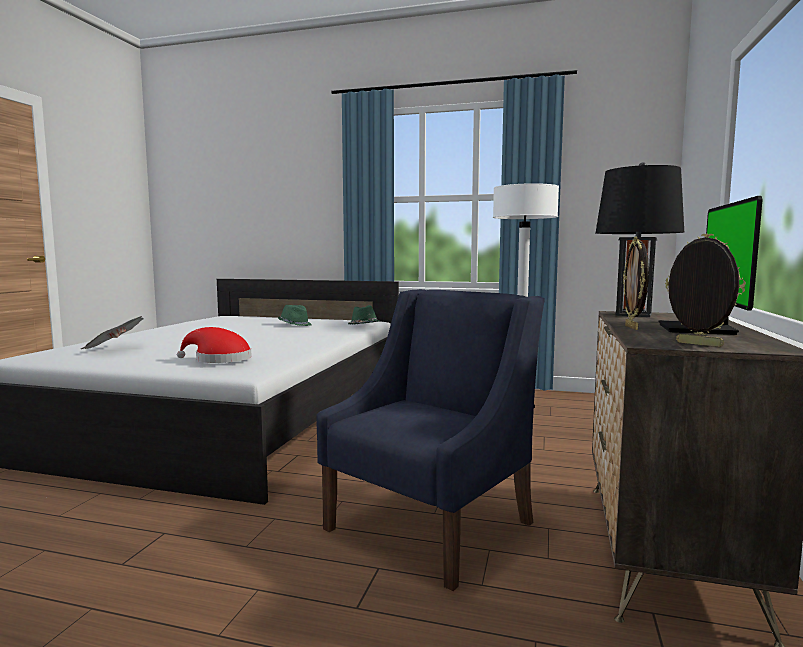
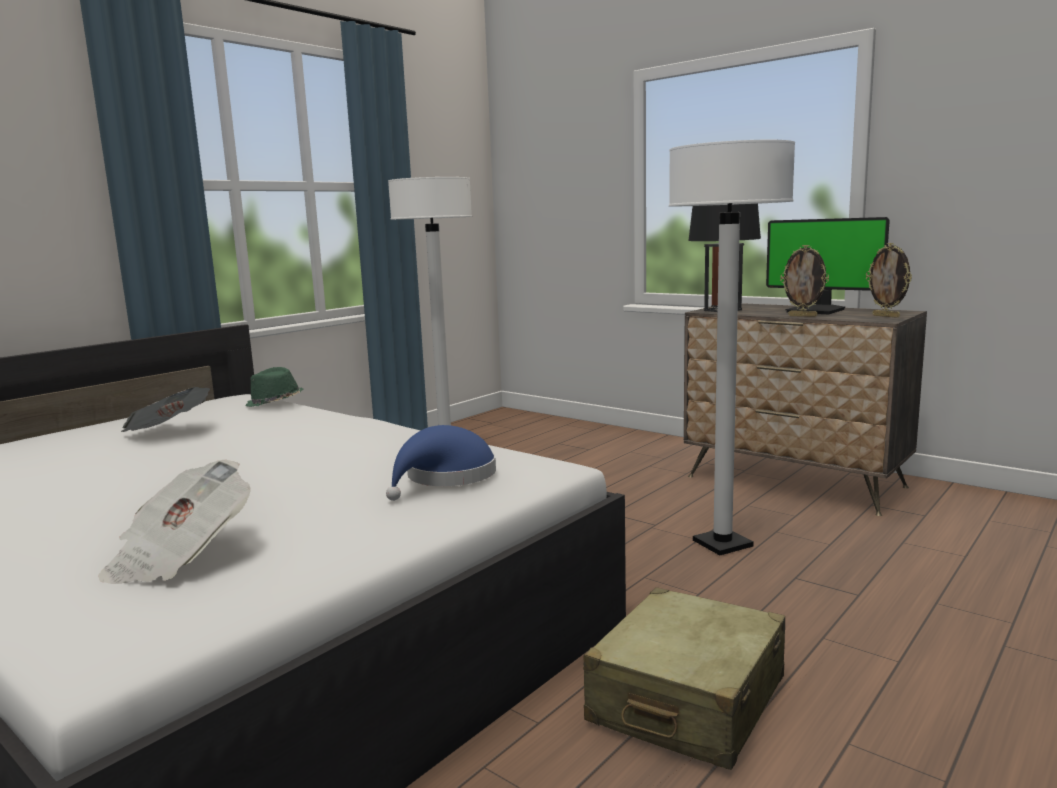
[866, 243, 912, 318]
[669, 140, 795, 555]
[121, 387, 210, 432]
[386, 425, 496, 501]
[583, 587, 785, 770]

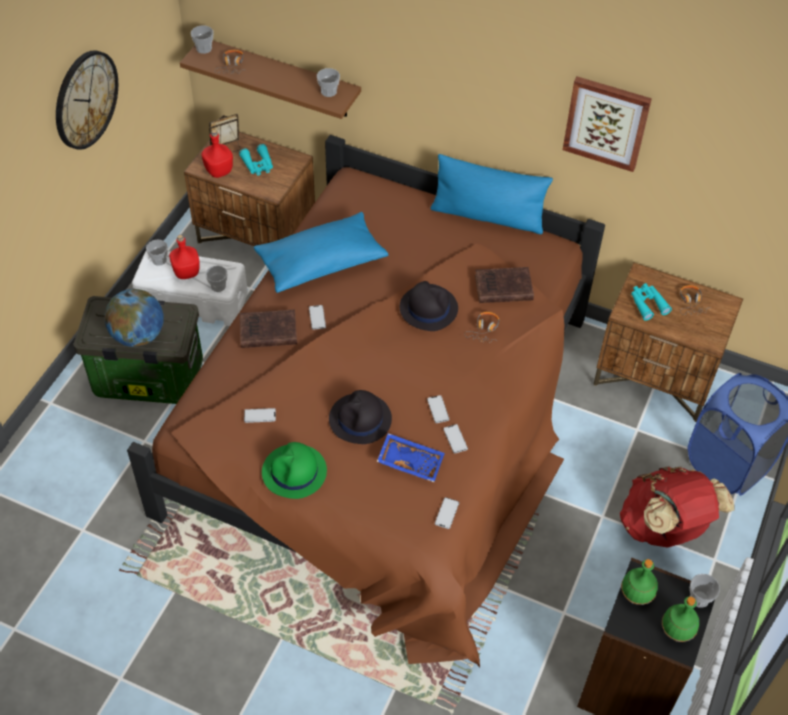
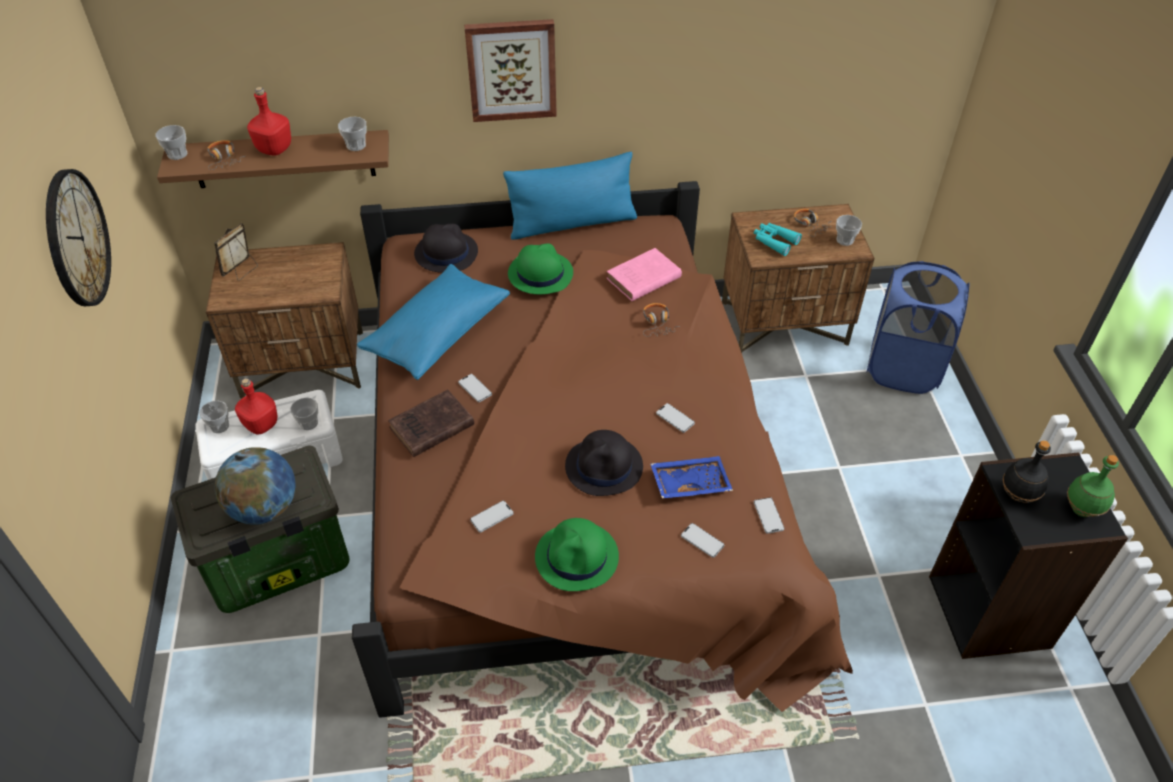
[464, 19, 557, 122]
[247, 87, 291, 155]
[239, 144, 273, 175] (first image)
[607, 248, 682, 301]
[414, 224, 478, 273]
[681, 523, 724, 558]
[620, 467, 734, 548] (first image)
[1003, 440, 1051, 503]
[836, 215, 862, 246]
[508, 244, 573, 295]

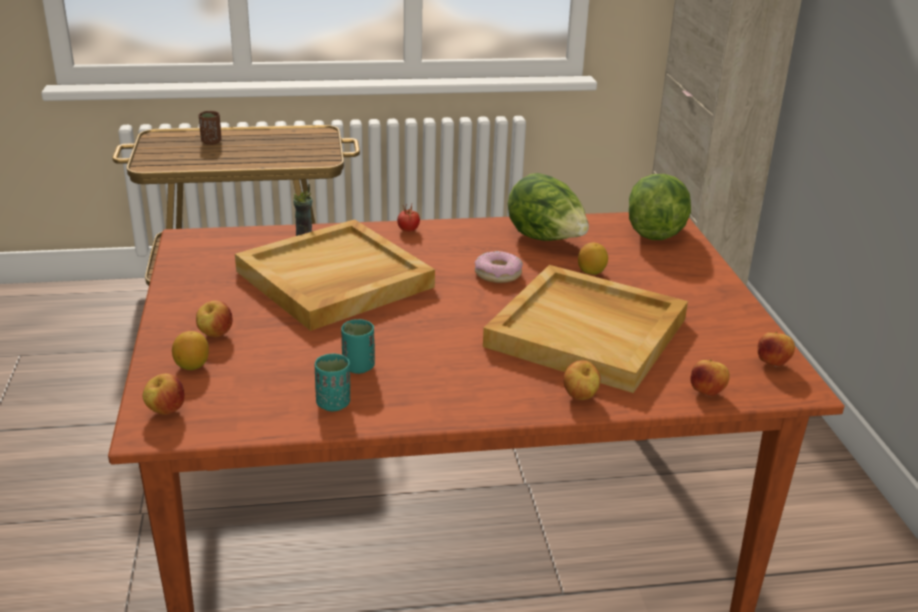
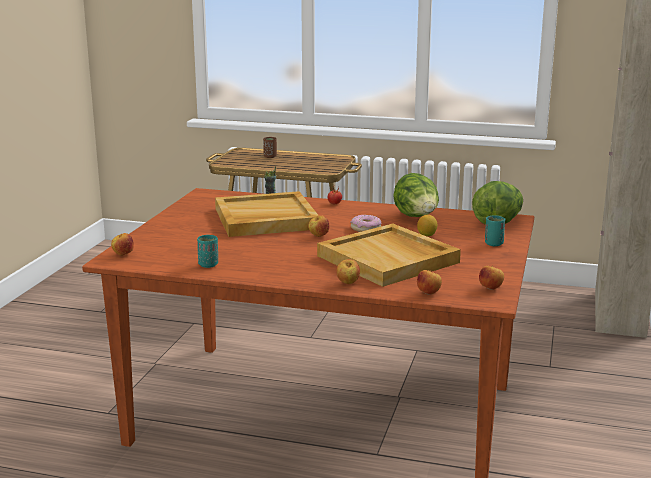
[308, 215, 329, 237]
[485, 216, 505, 246]
[172, 331, 209, 370] (first image)

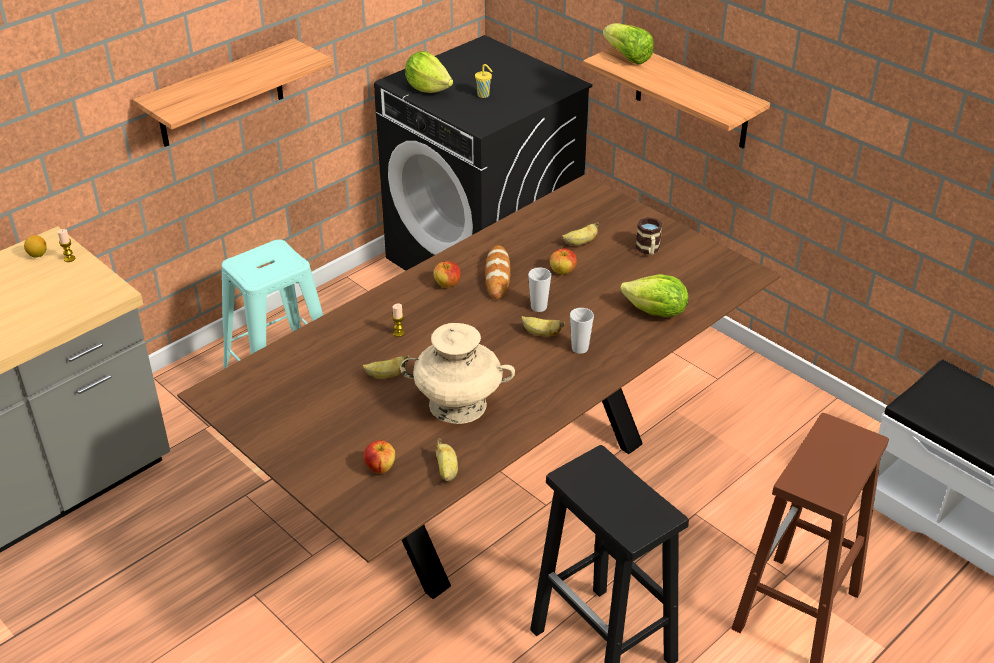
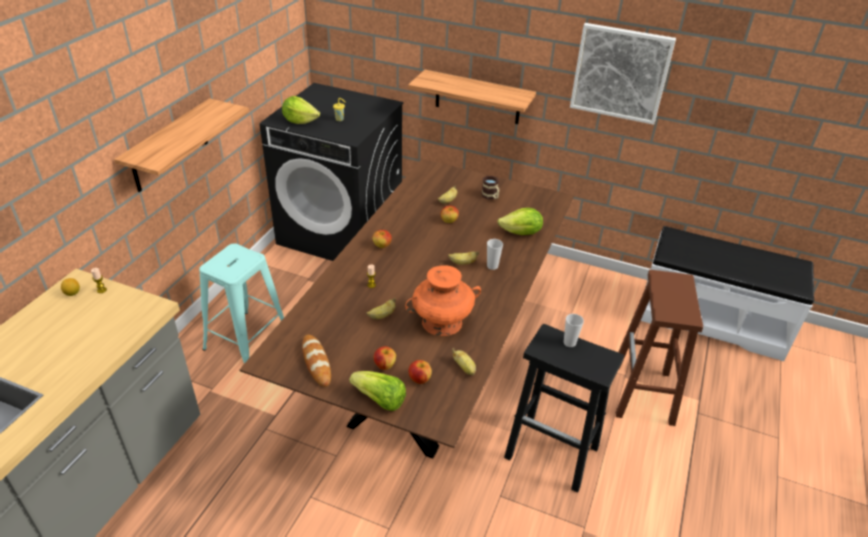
[349, 371, 406, 411]
[302, 335, 331, 387]
[564, 314, 584, 347]
[405, 265, 481, 336]
[570, 23, 676, 125]
[374, 346, 396, 370]

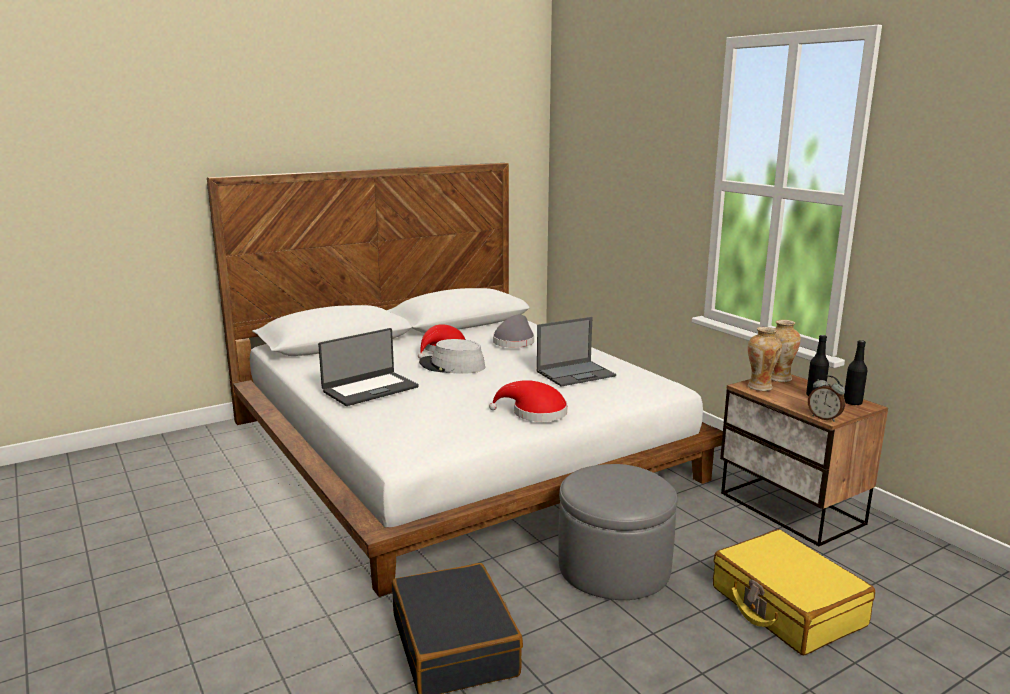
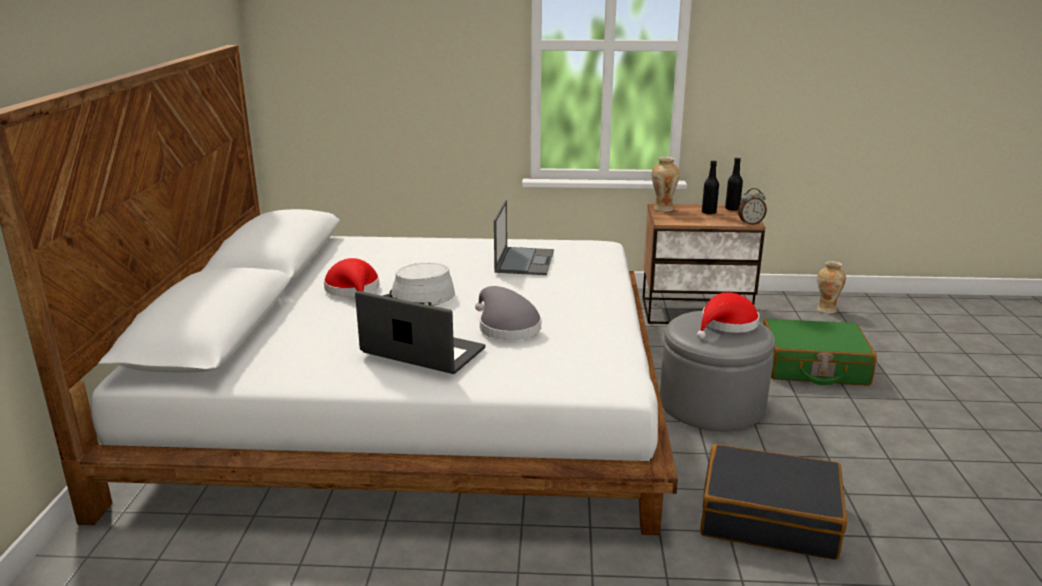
[475, 286, 541, 340]
[817, 261, 846, 314]
[355, 291, 485, 374]
[697, 292, 759, 339]
[763, 318, 877, 386]

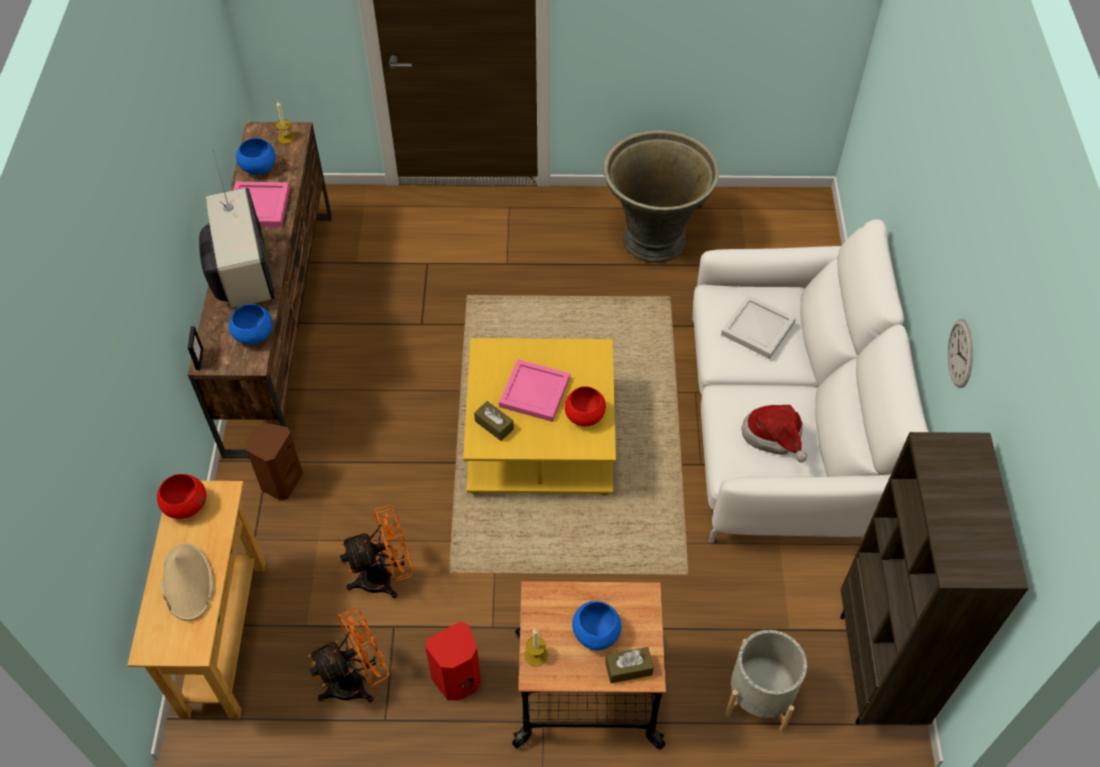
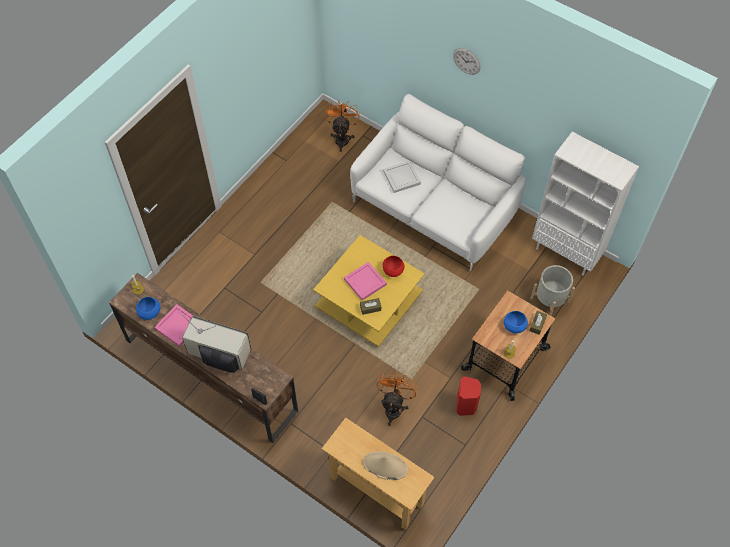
[603, 130, 719, 263] (first image)
[229, 304, 273, 345] (first image)
[453, 48, 481, 75]
[741, 405, 807, 462] (first image)
[246, 423, 303, 501] (first image)
[532, 132, 639, 276]
[157, 474, 206, 519] (first image)
[325, 100, 360, 152]

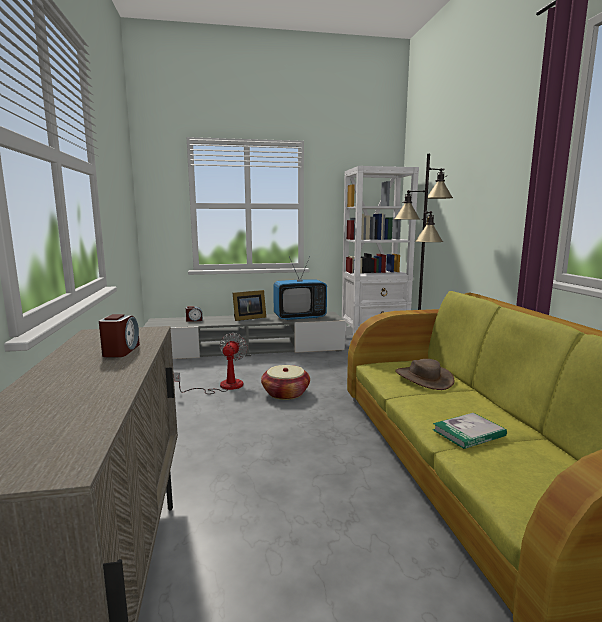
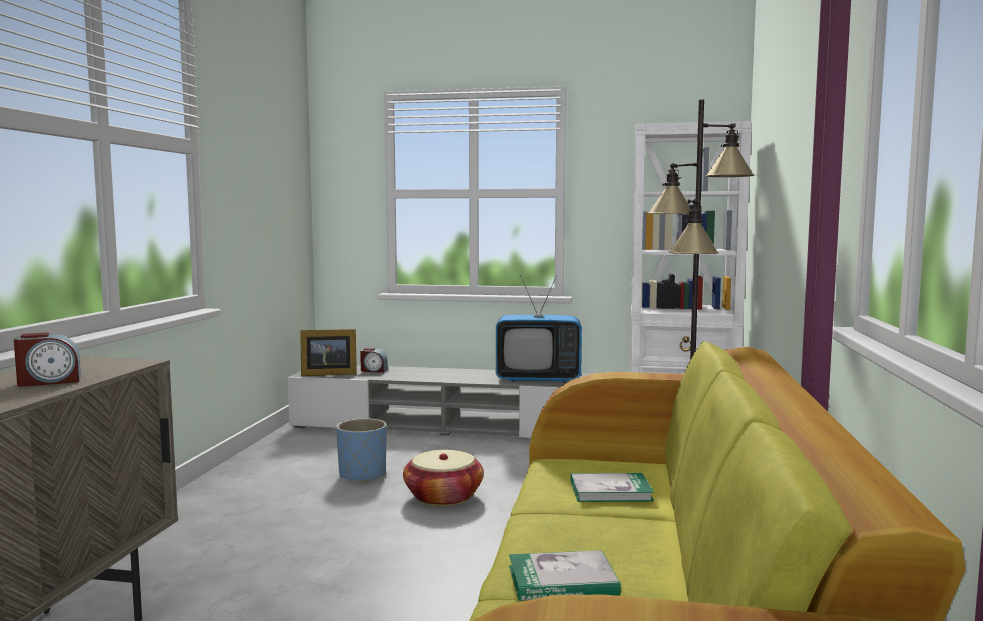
[300, 329, 357, 376]
[14, 332, 81, 387]
[336, 418, 387, 483]
[571, 473, 654, 502]

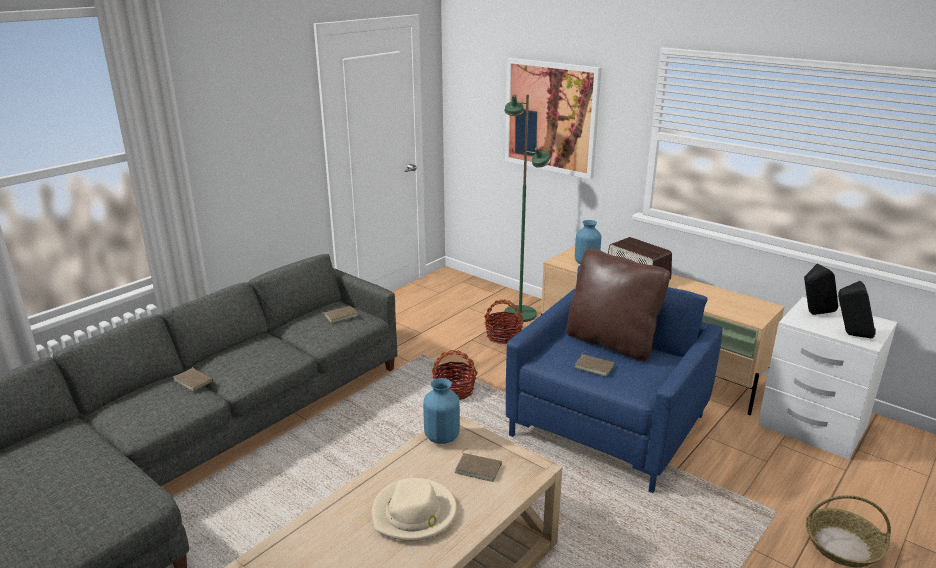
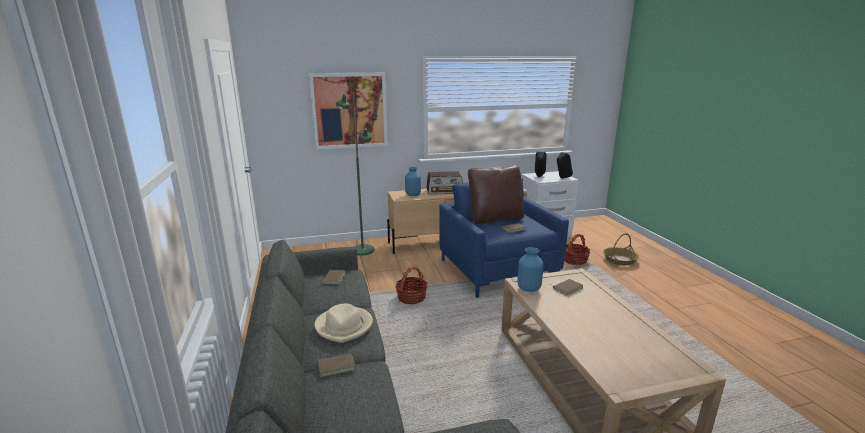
[564, 234, 590, 265]
[315, 304, 373, 343]

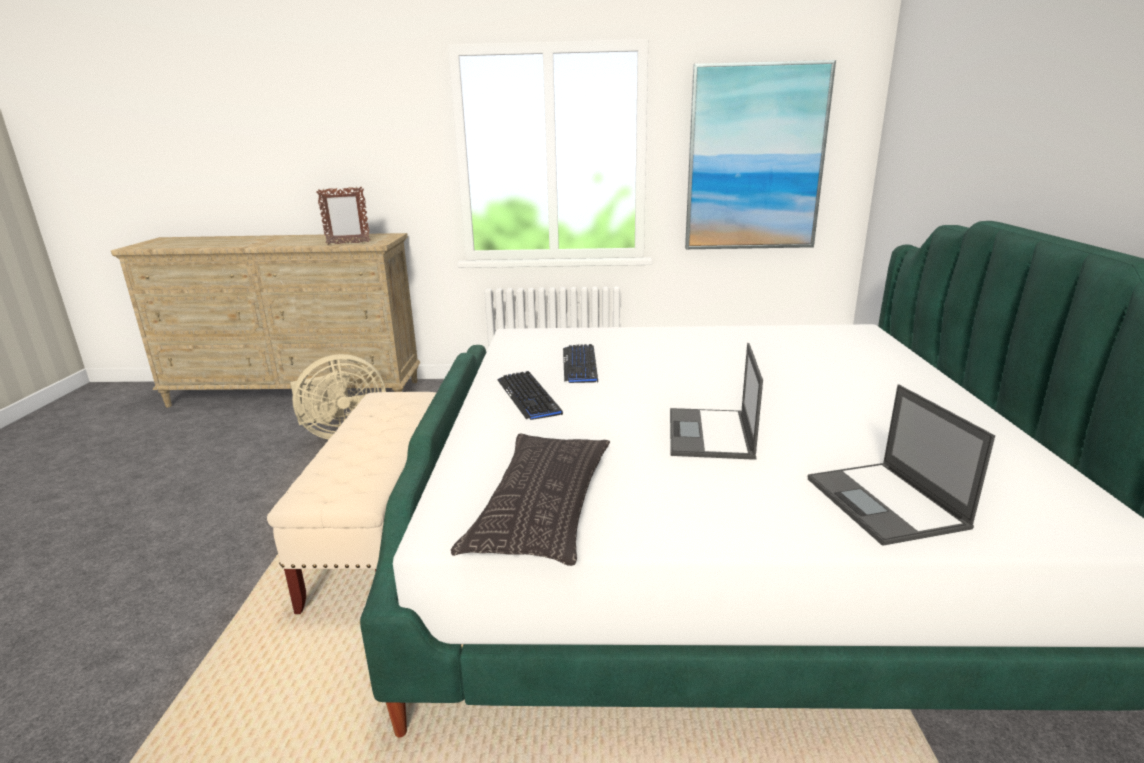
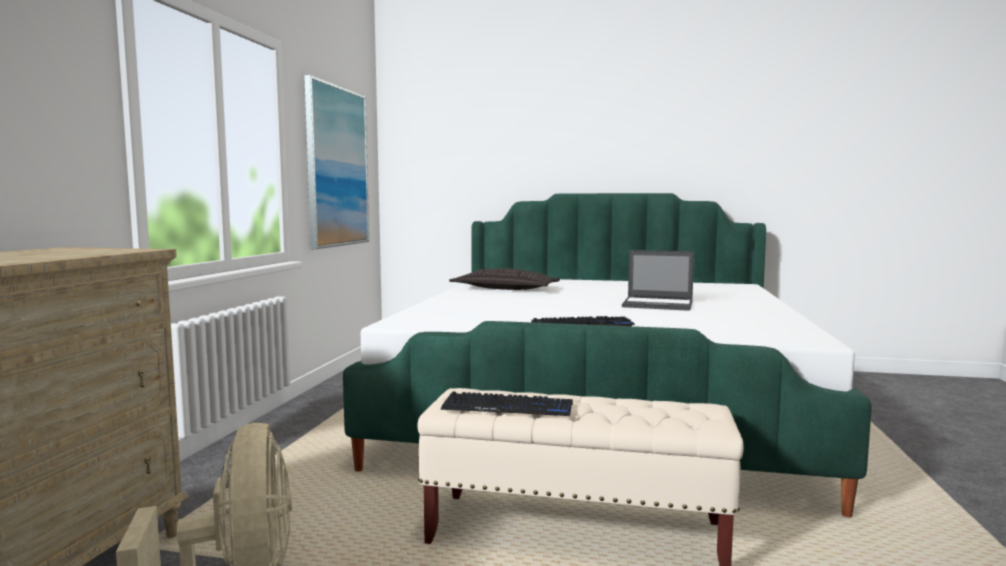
[316, 186, 371, 245] (first image)
[441, 392, 573, 416]
[808, 384, 995, 546] (first image)
[449, 268, 560, 290]

